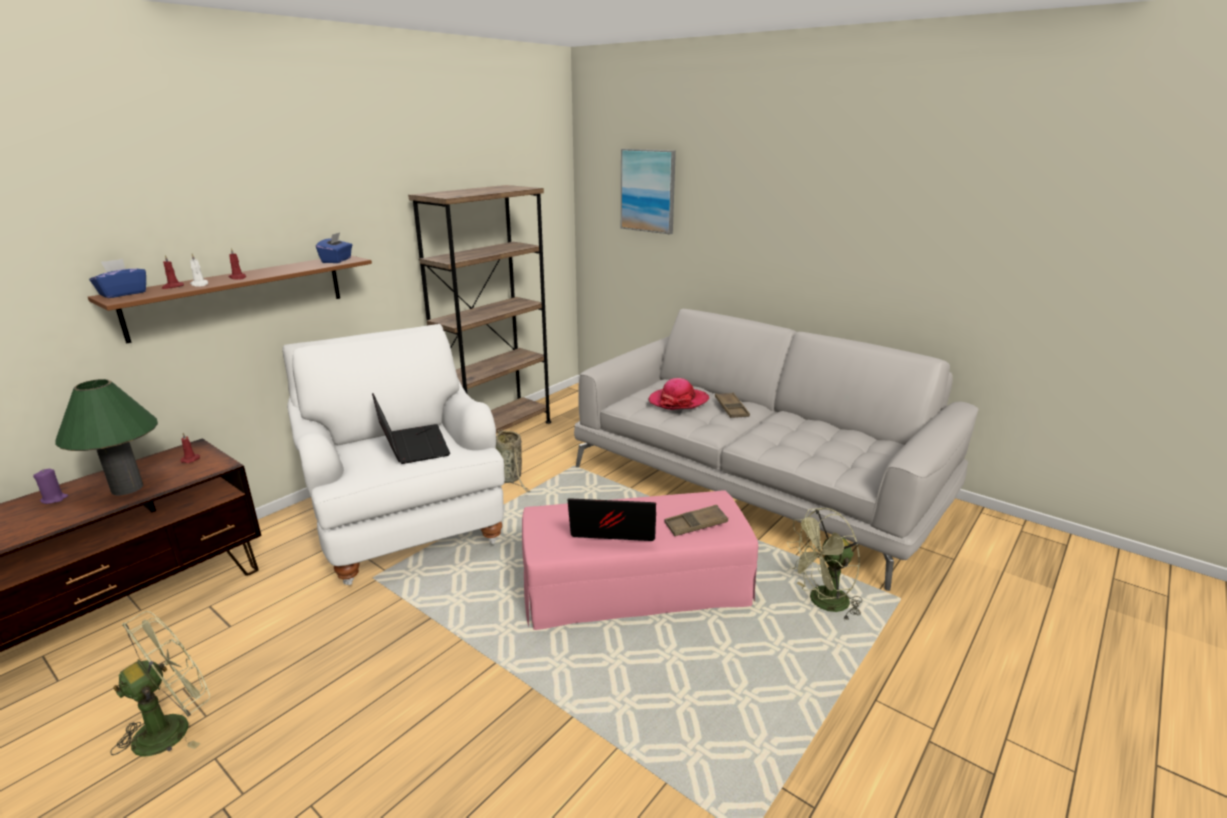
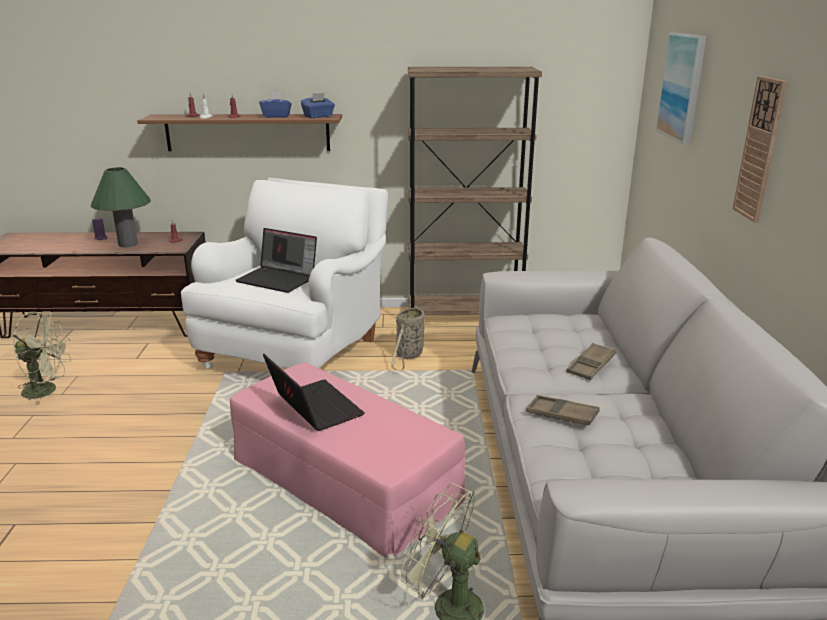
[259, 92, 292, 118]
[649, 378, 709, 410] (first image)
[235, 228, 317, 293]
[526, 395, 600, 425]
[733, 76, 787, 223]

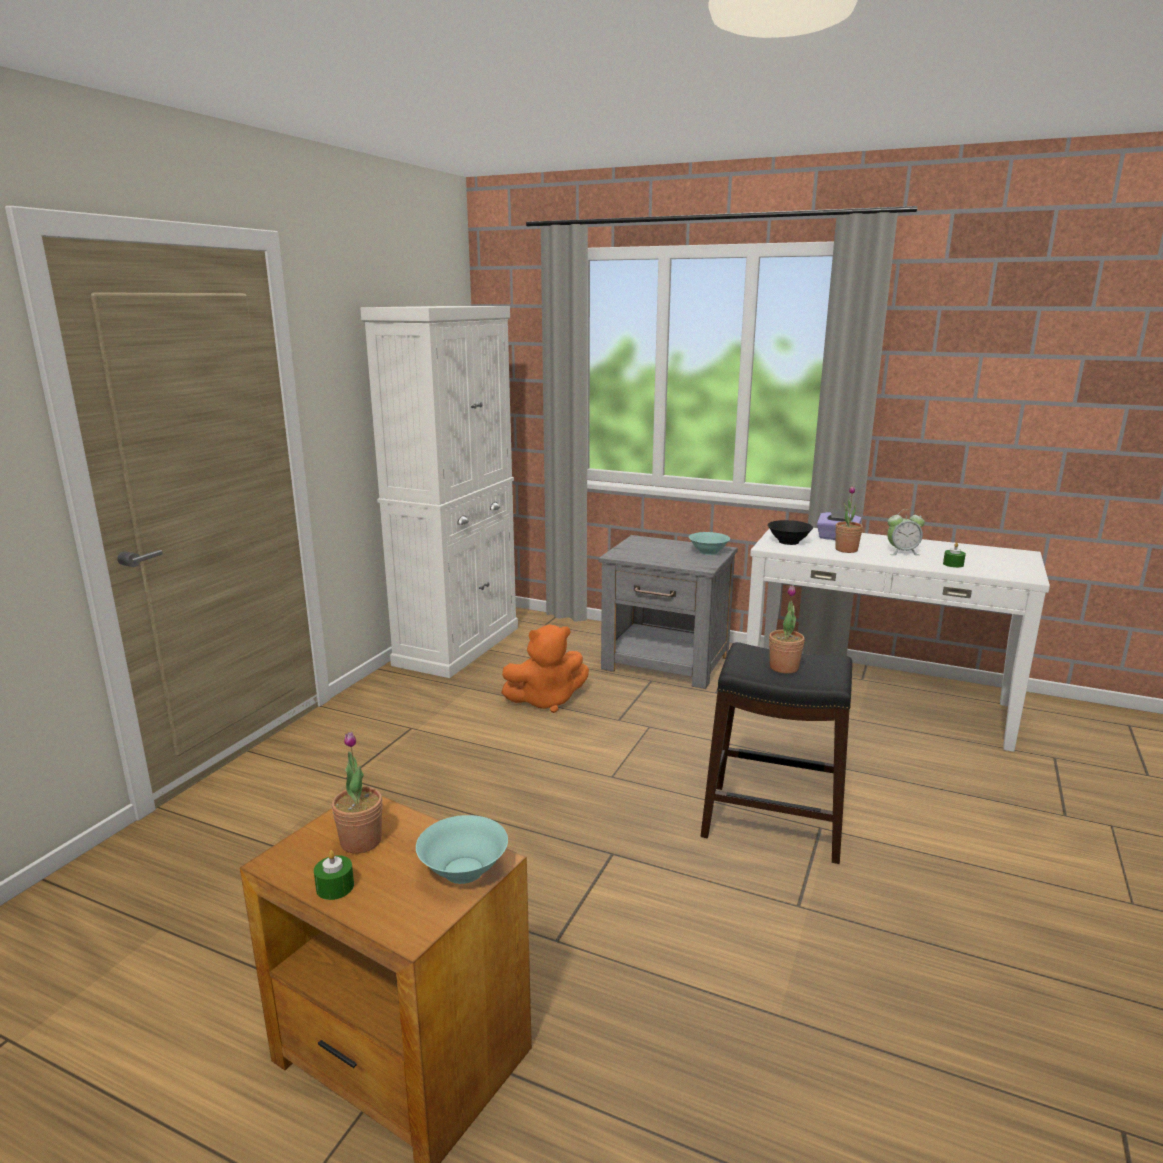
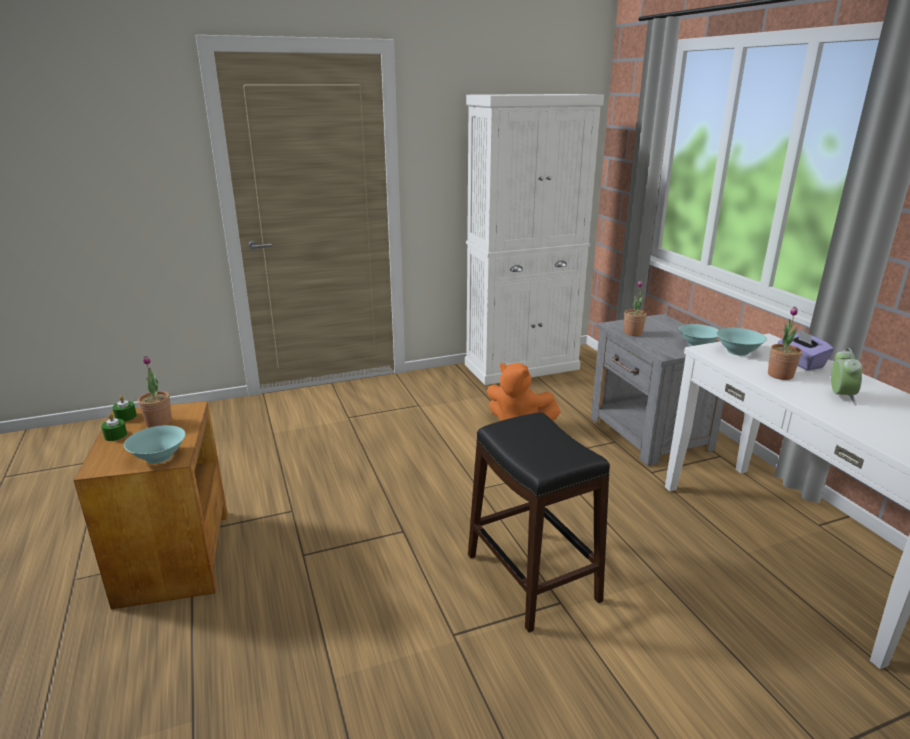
[831, 348, 862, 405]
[716, 328, 767, 356]
[112, 396, 137, 421]
[624, 281, 647, 336]

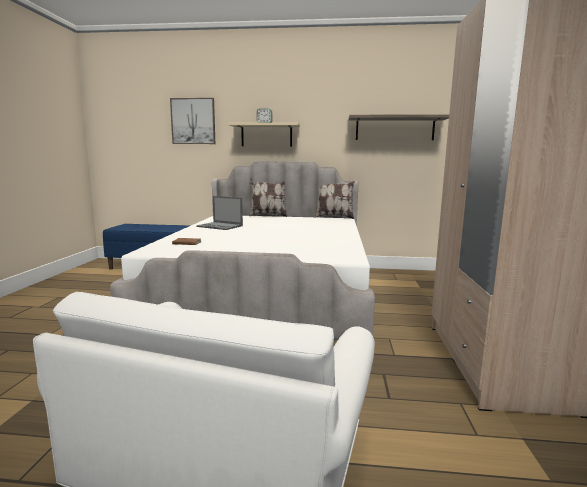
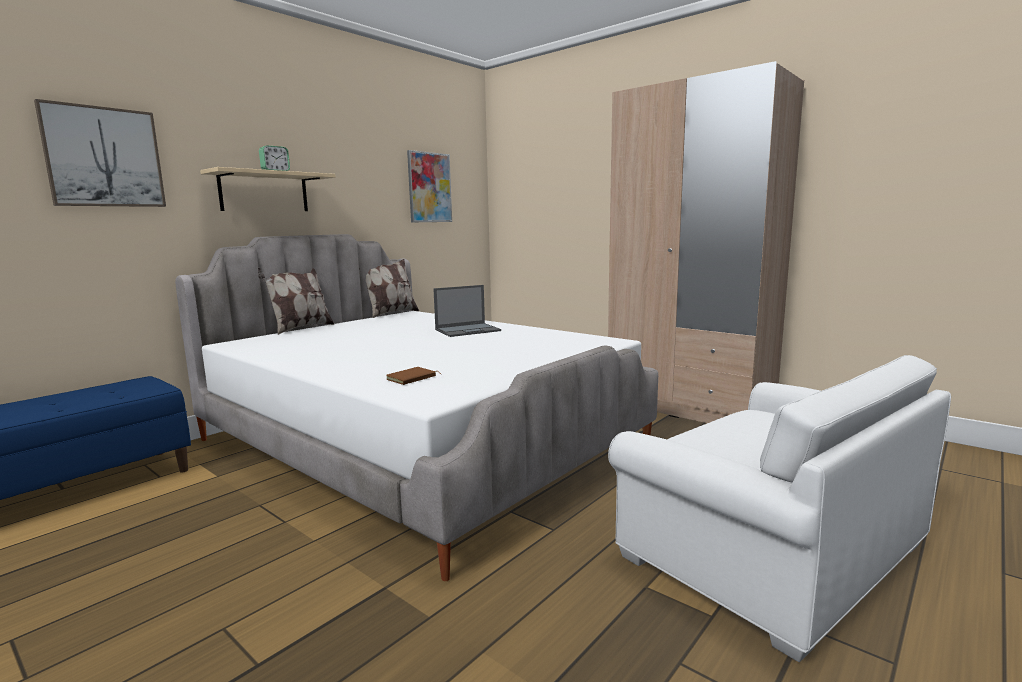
[407, 150, 452, 222]
[433, 285, 501, 337]

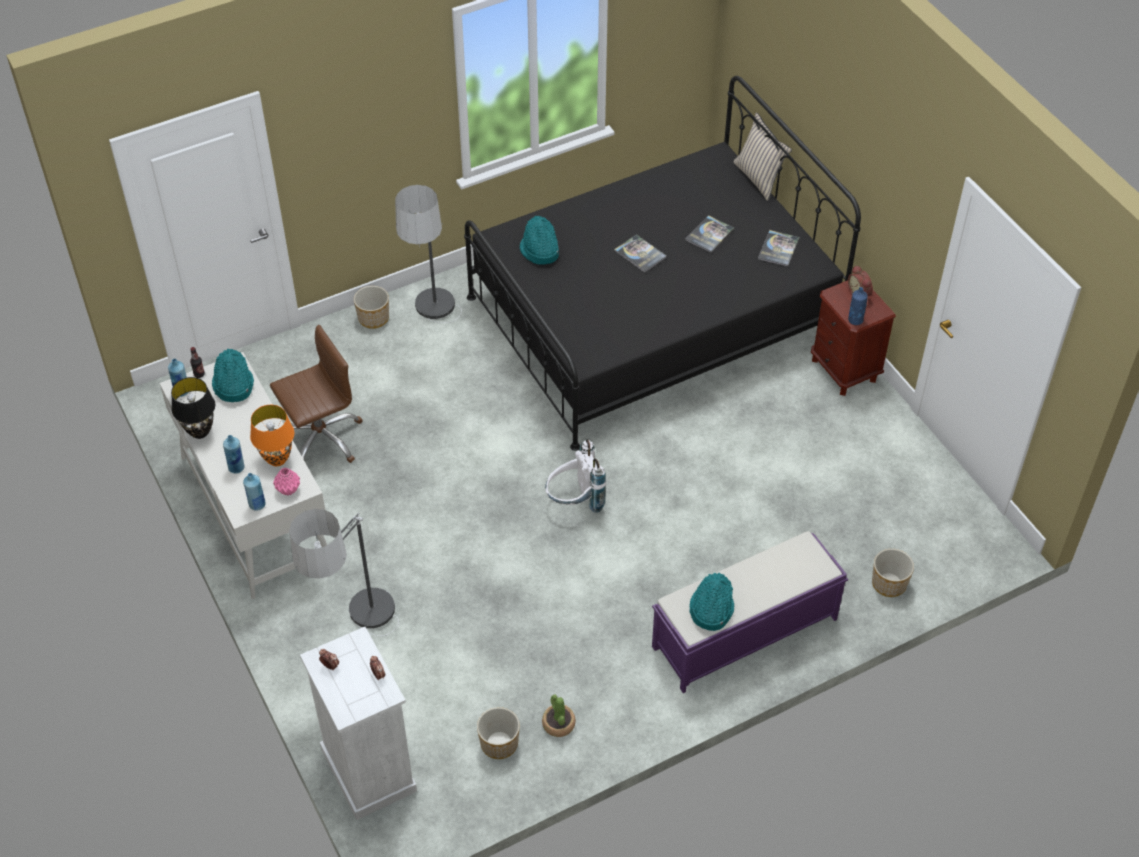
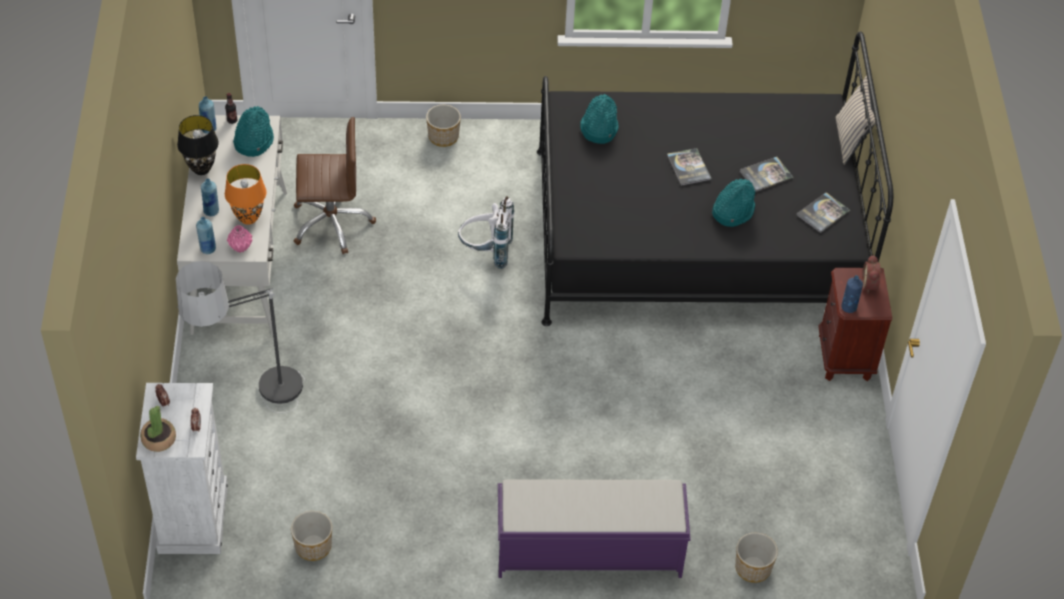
[395, 185, 462, 323] (first image)
[458, 196, 515, 269]
[712, 179, 755, 227]
[140, 405, 176, 452]

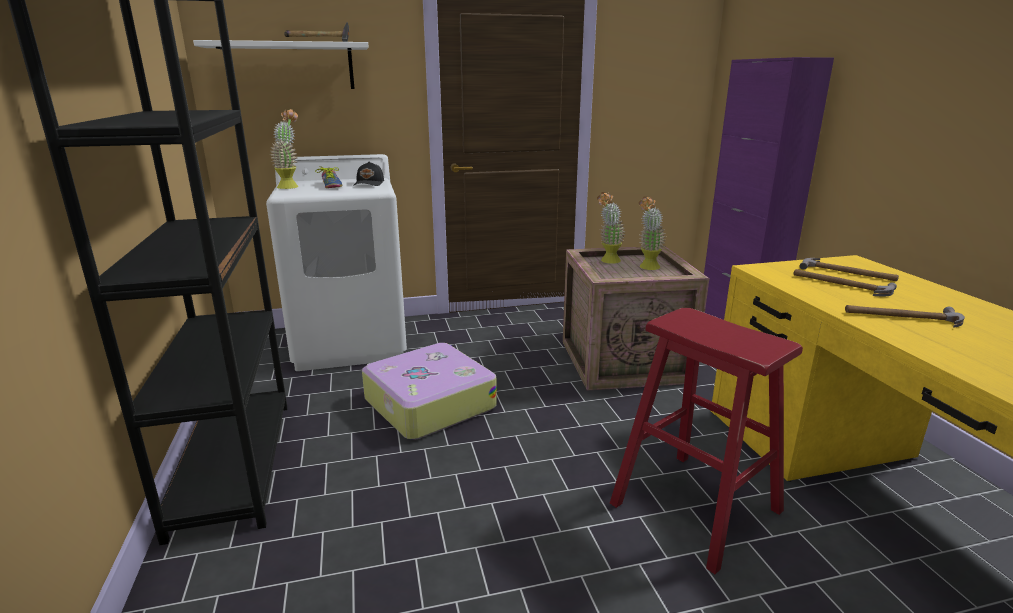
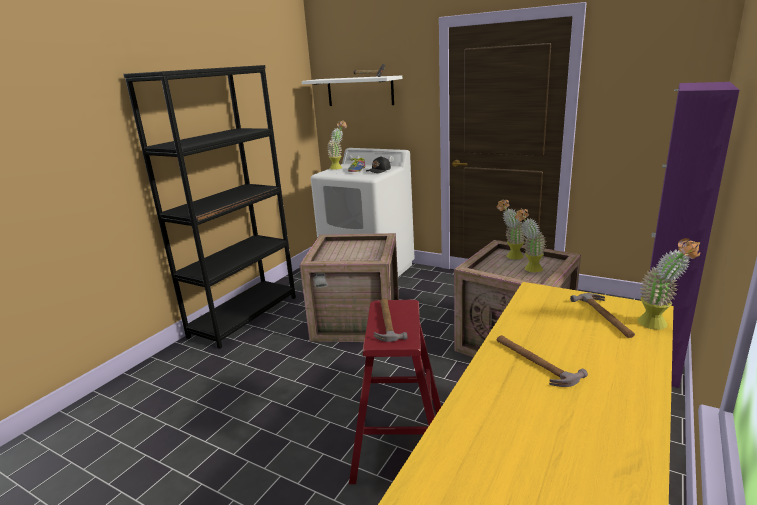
[374, 299, 407, 342]
[300, 233, 399, 342]
[637, 238, 700, 330]

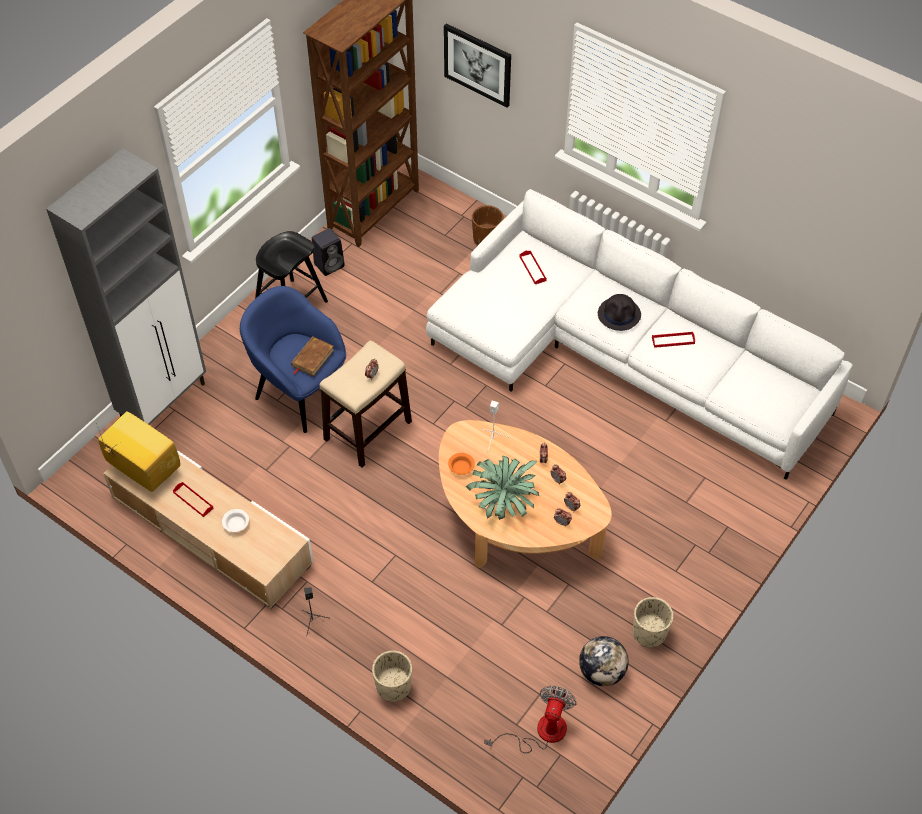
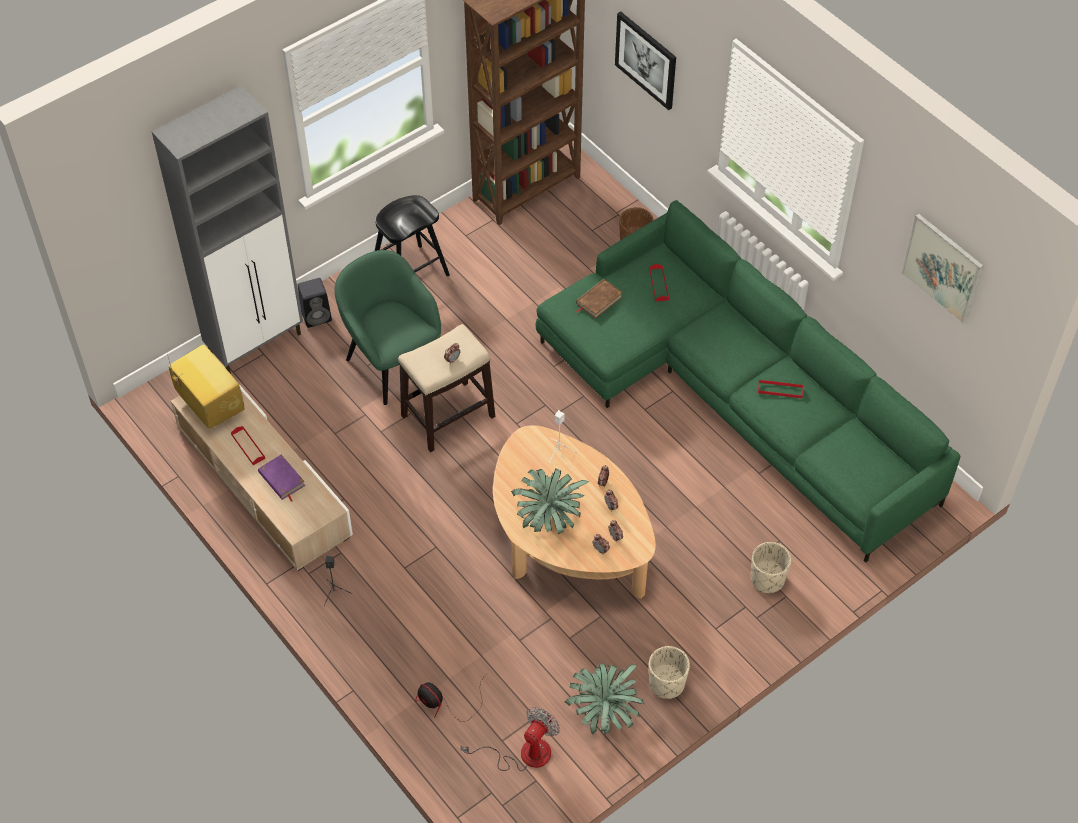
[536, 200, 960, 562]
[298, 278, 332, 328]
[334, 250, 441, 405]
[598, 294, 641, 331] (first image)
[576, 279, 623, 319]
[448, 453, 475, 475] (first image)
[258, 455, 305, 502]
[565, 663, 644, 734]
[751, 542, 791, 593]
[901, 214, 984, 324]
[415, 673, 488, 722]

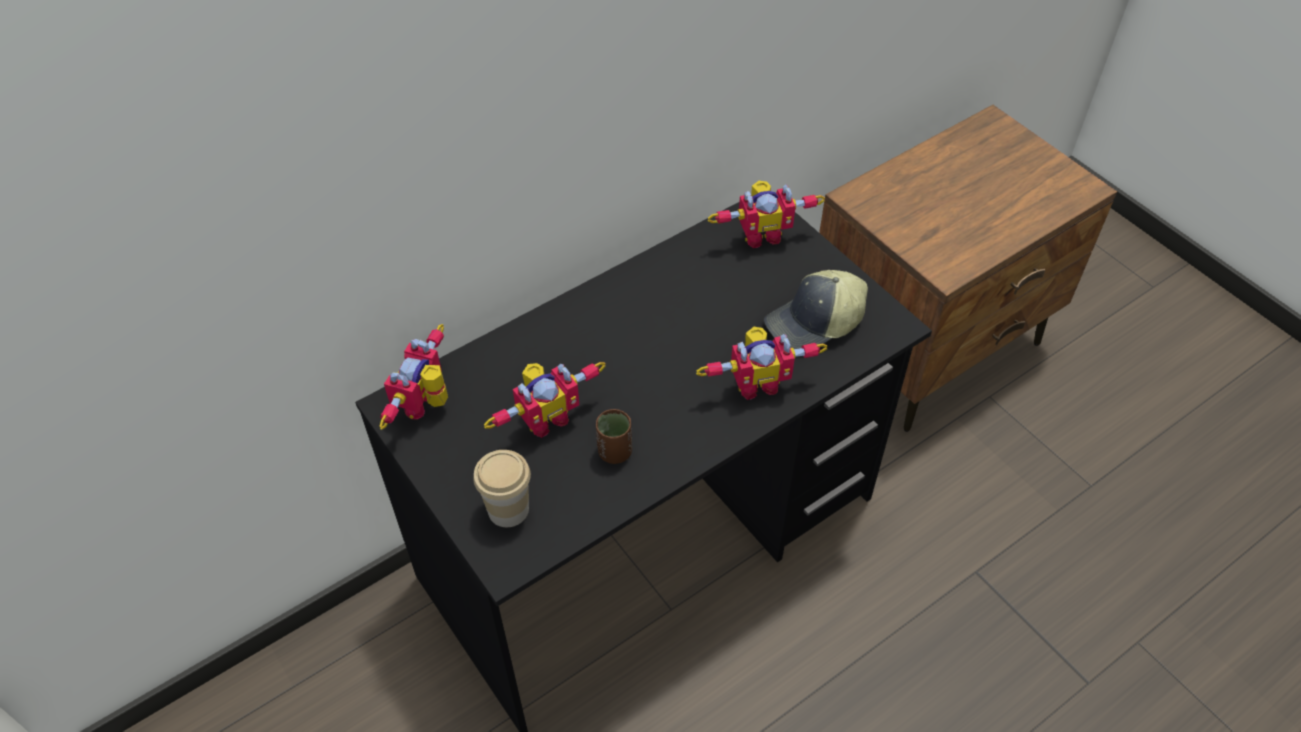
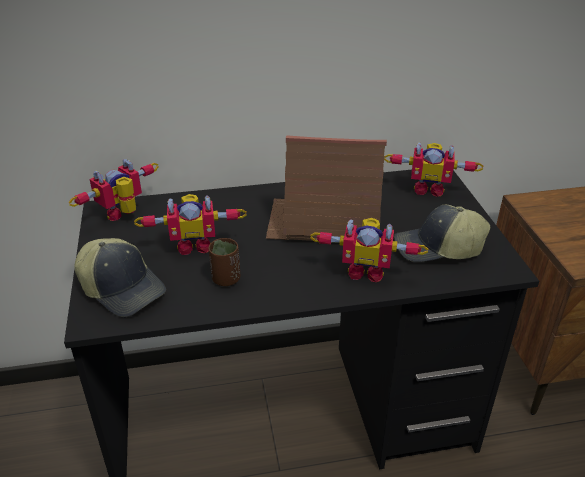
[74, 238, 166, 317]
[266, 135, 387, 241]

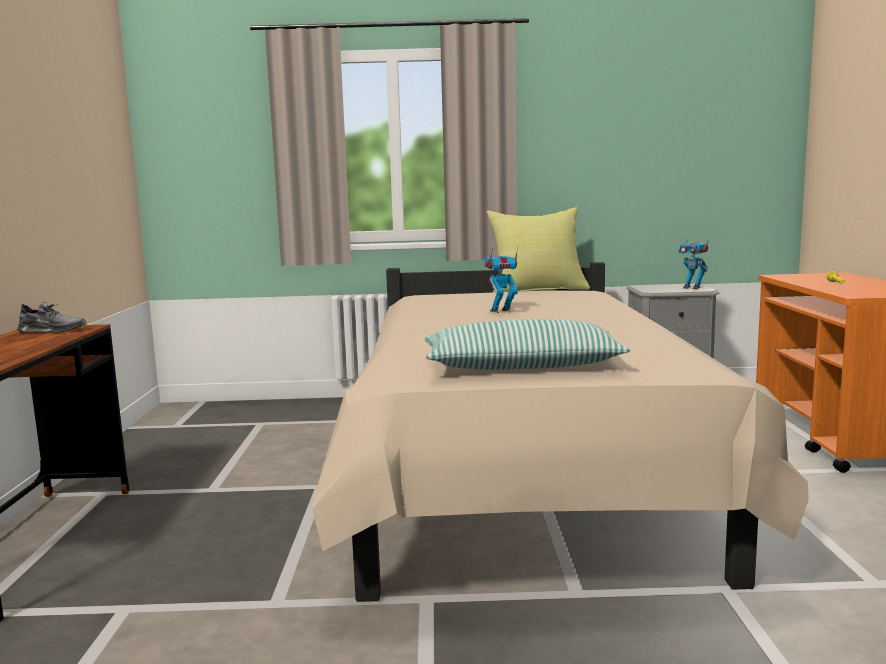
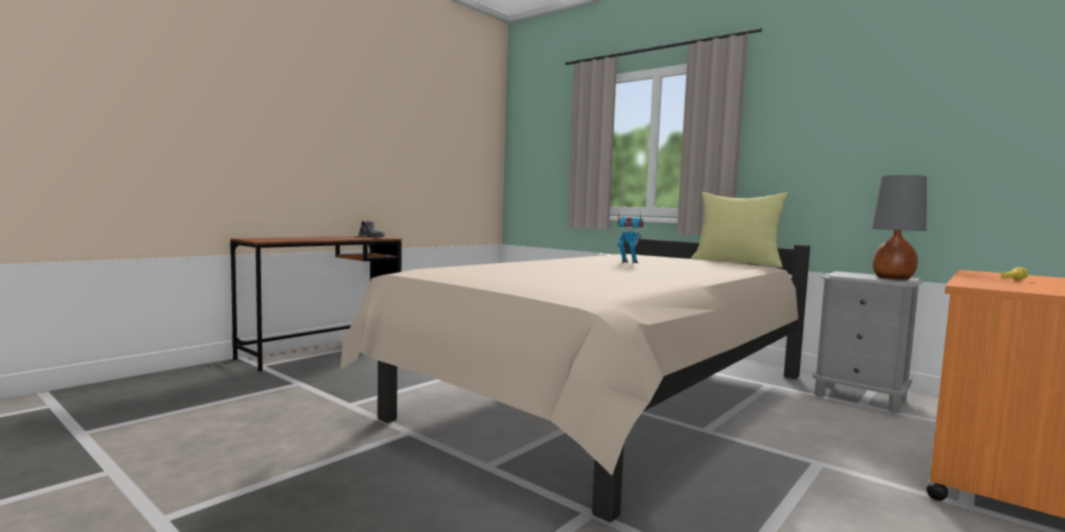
[871, 175, 927, 280]
[425, 319, 630, 370] (first image)

